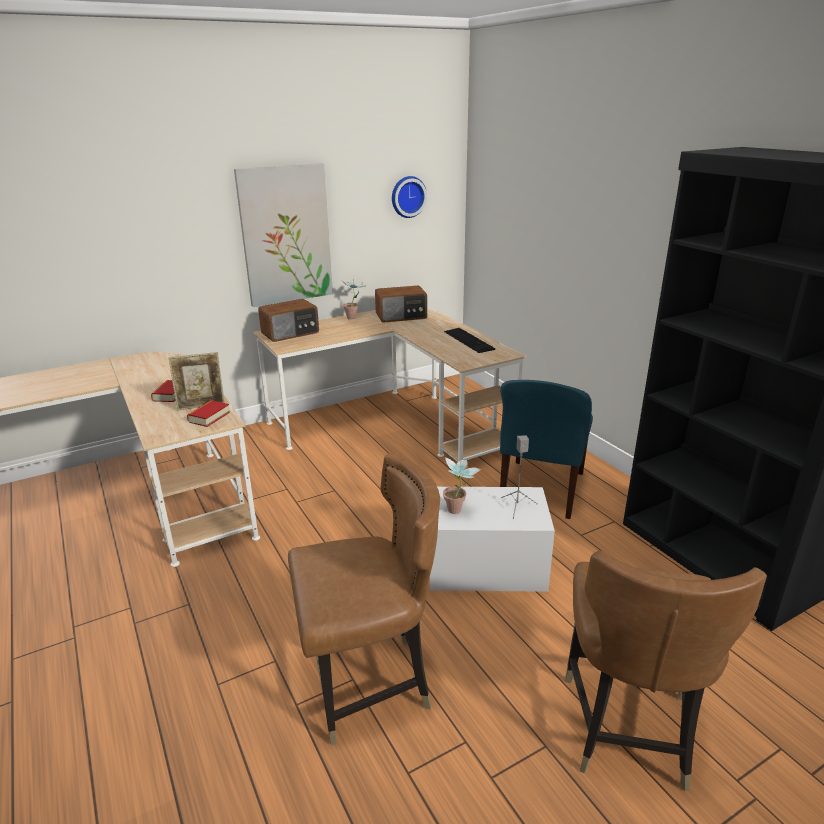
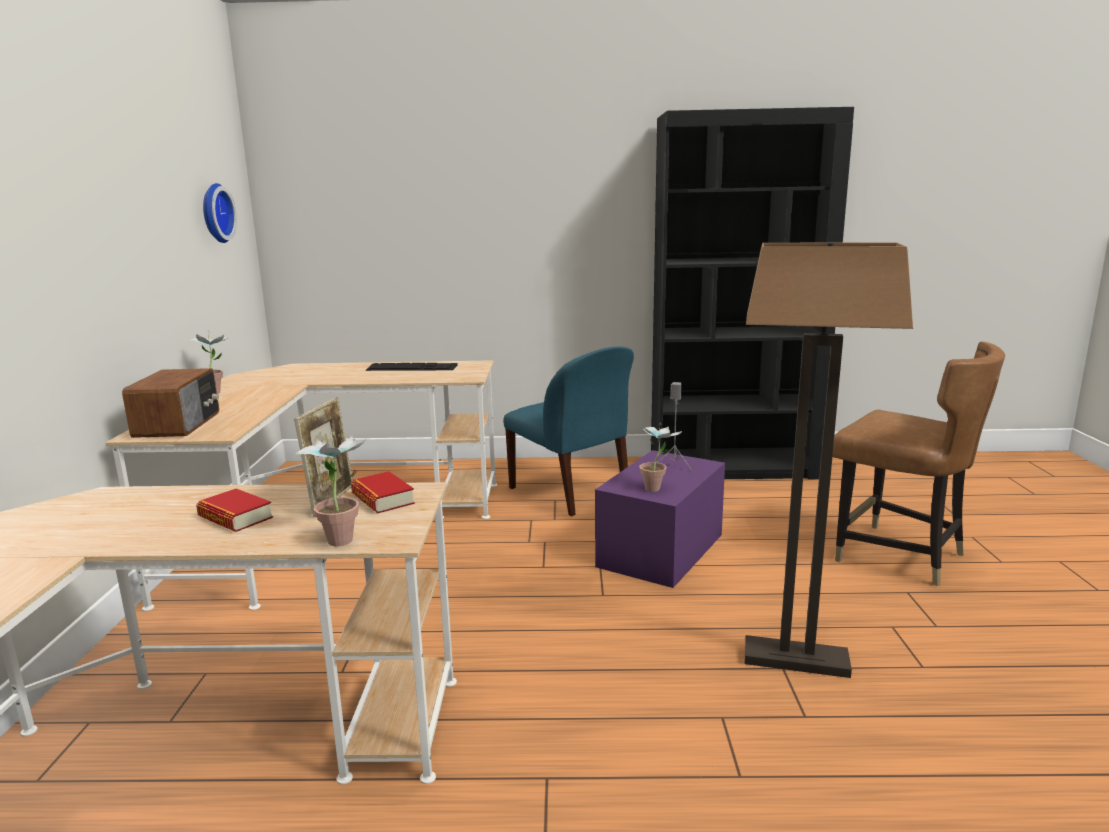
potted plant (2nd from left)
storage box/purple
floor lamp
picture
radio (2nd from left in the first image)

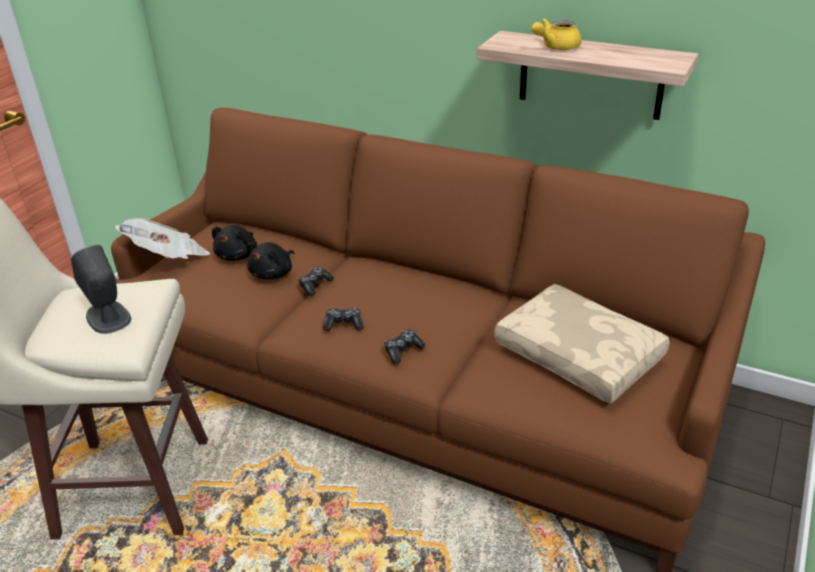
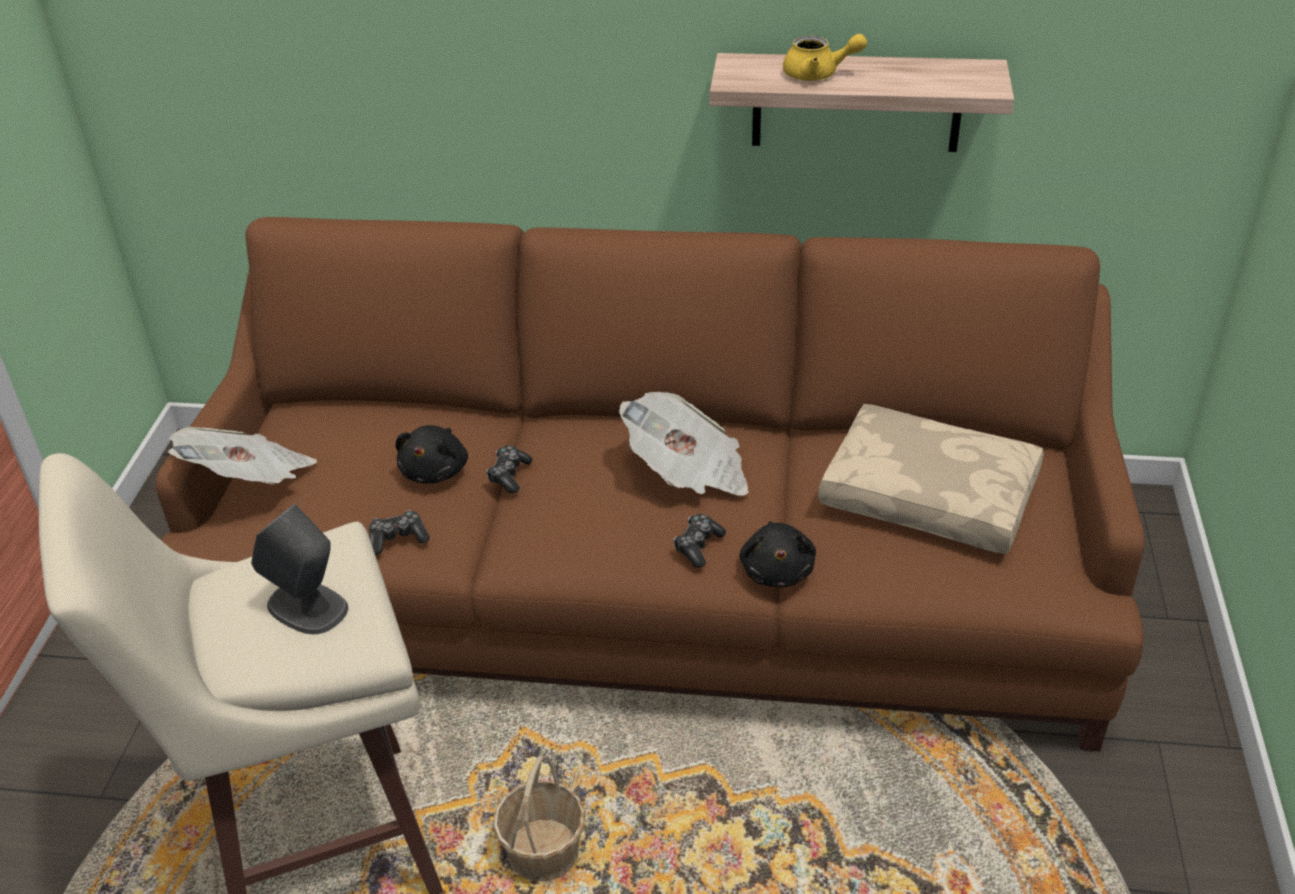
game controller (1st from left)
basket
newspaper (2nd from left)
plush toy/black (2nd from left)
teapot/yellow

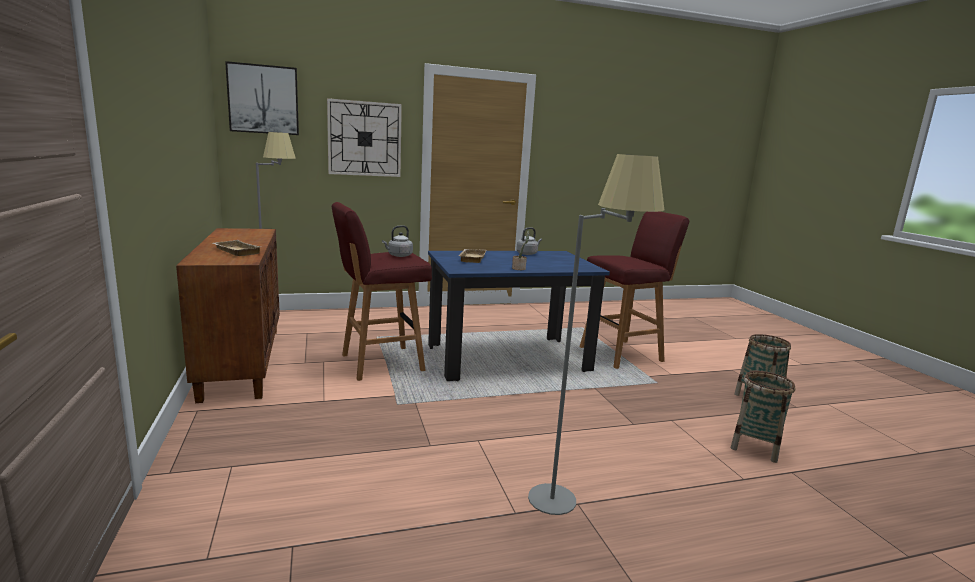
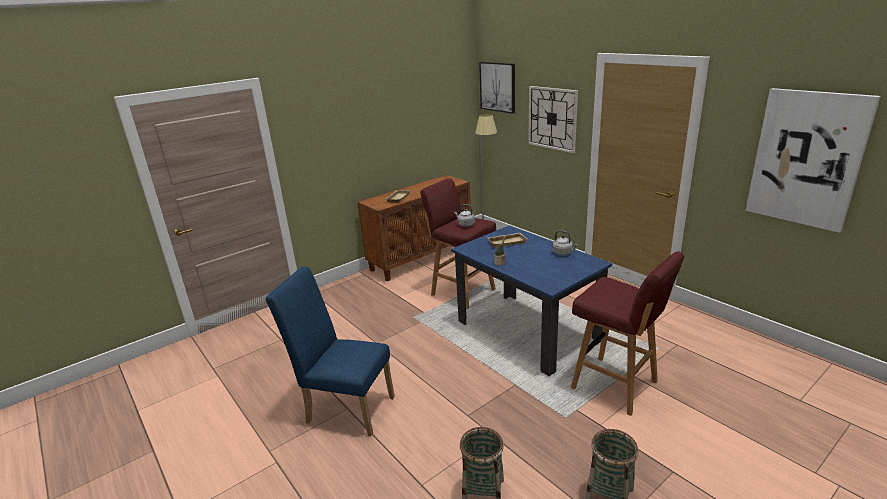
chair/blue
picture (2nd from left)

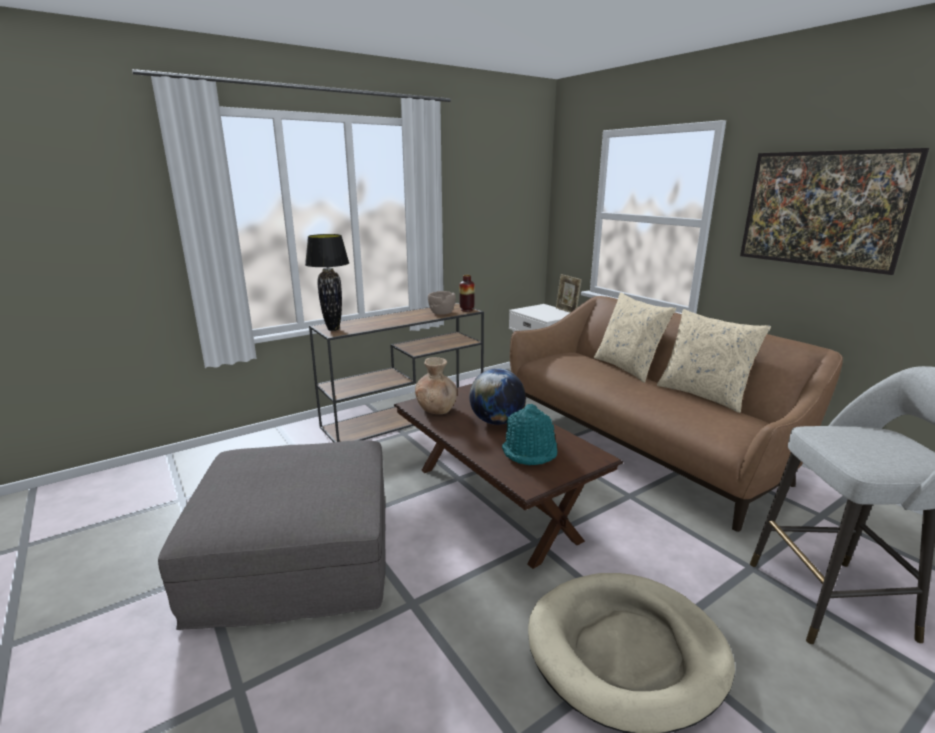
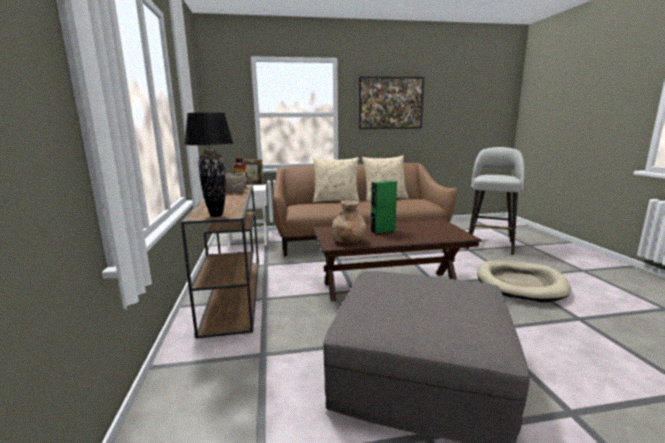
speaker/green
hat/turquoise

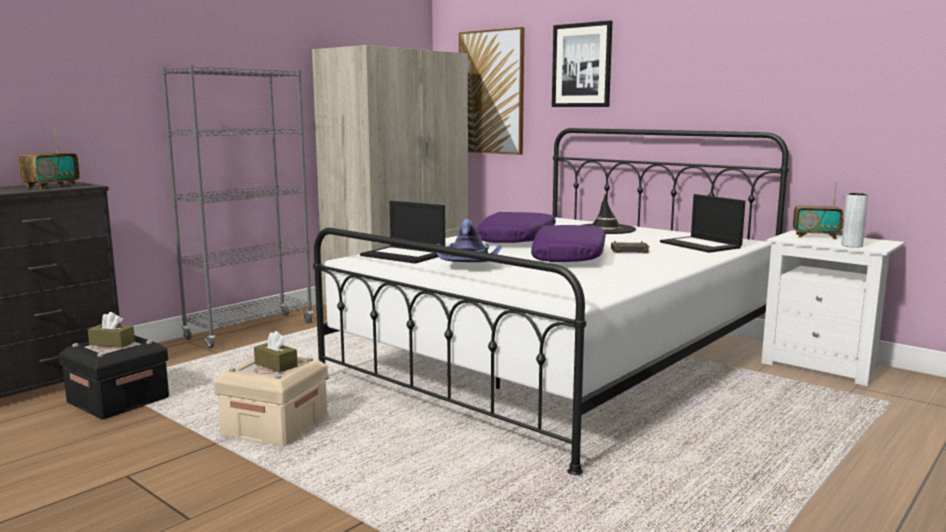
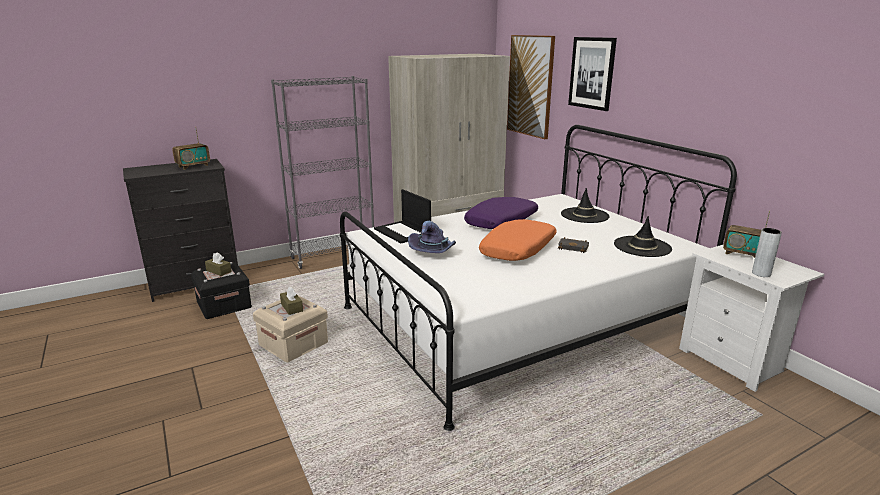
pillow/orange
hat/black (2nd from left)

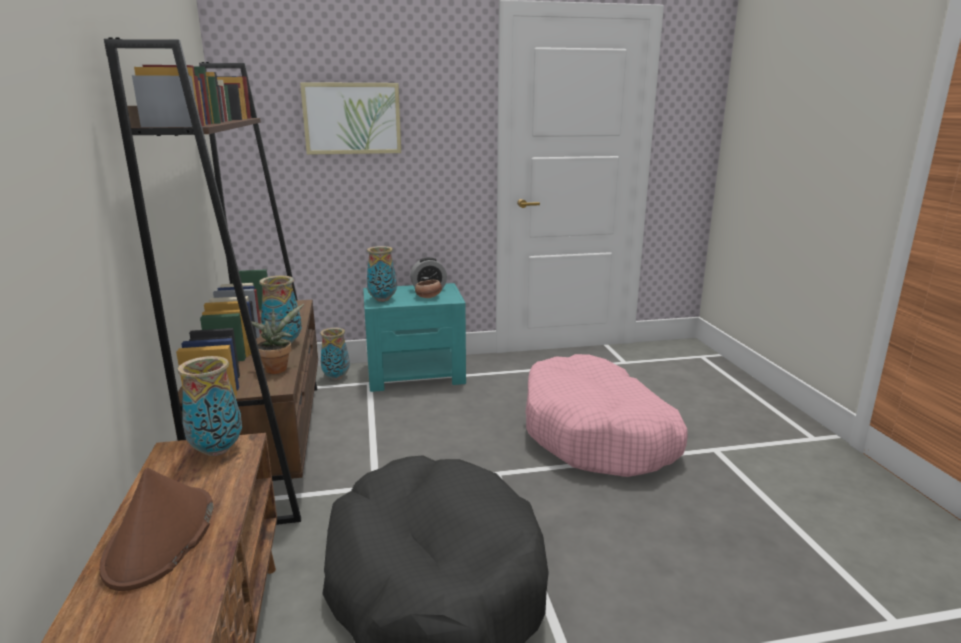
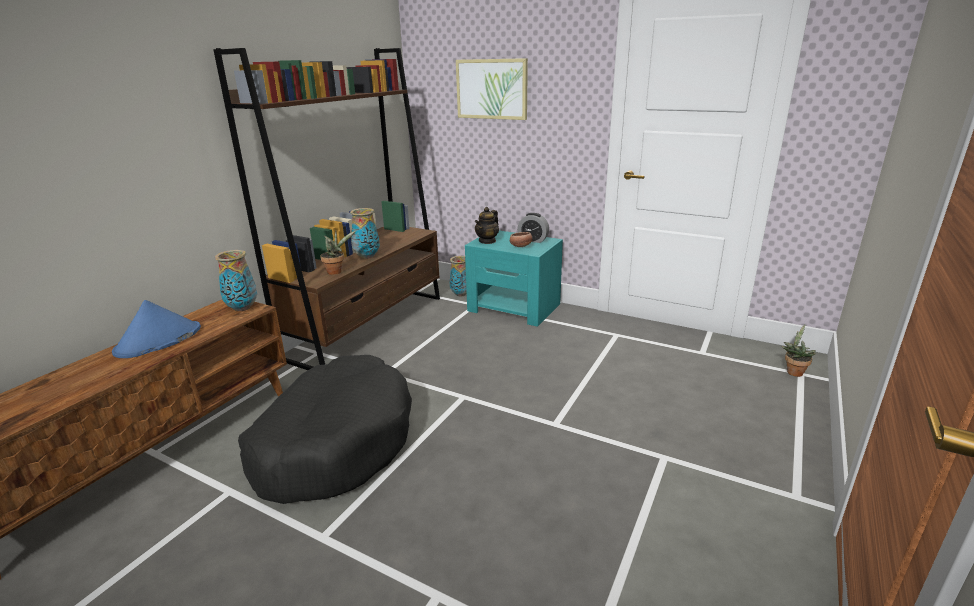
hat/blue
teapot
potted plant (2nd from left)
dog bed/pink

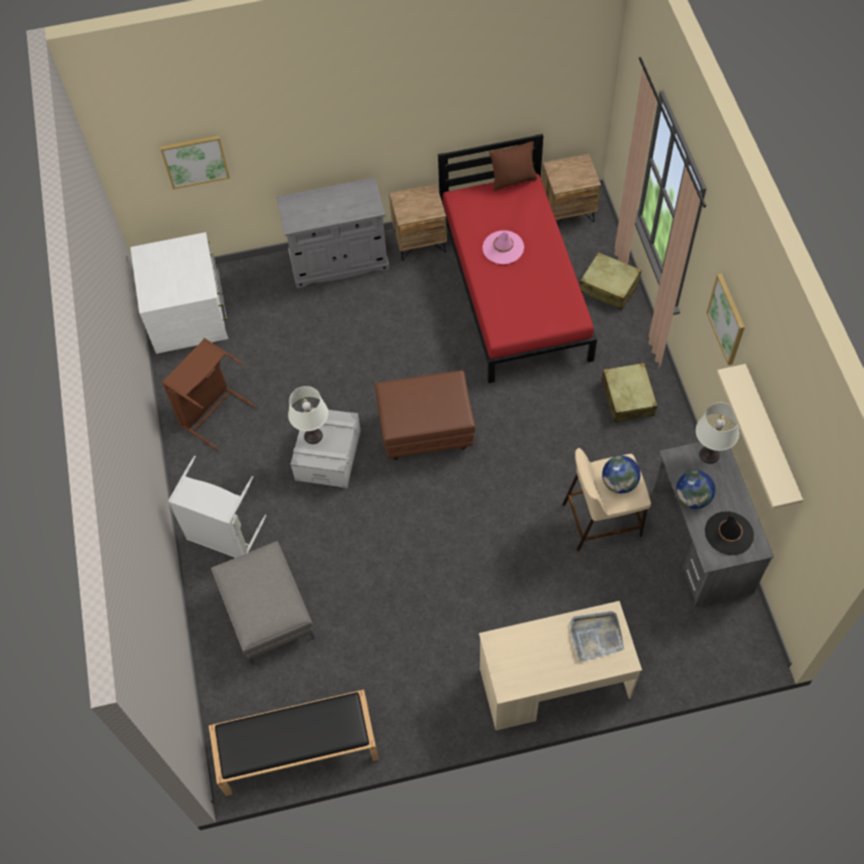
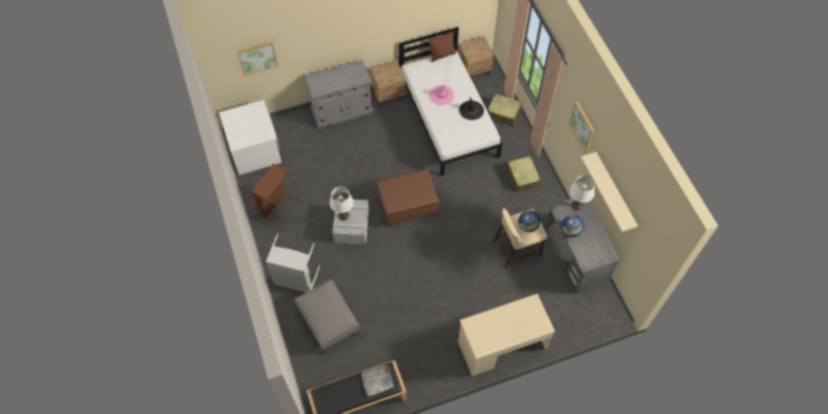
tray/grey
bed/white
hat/black

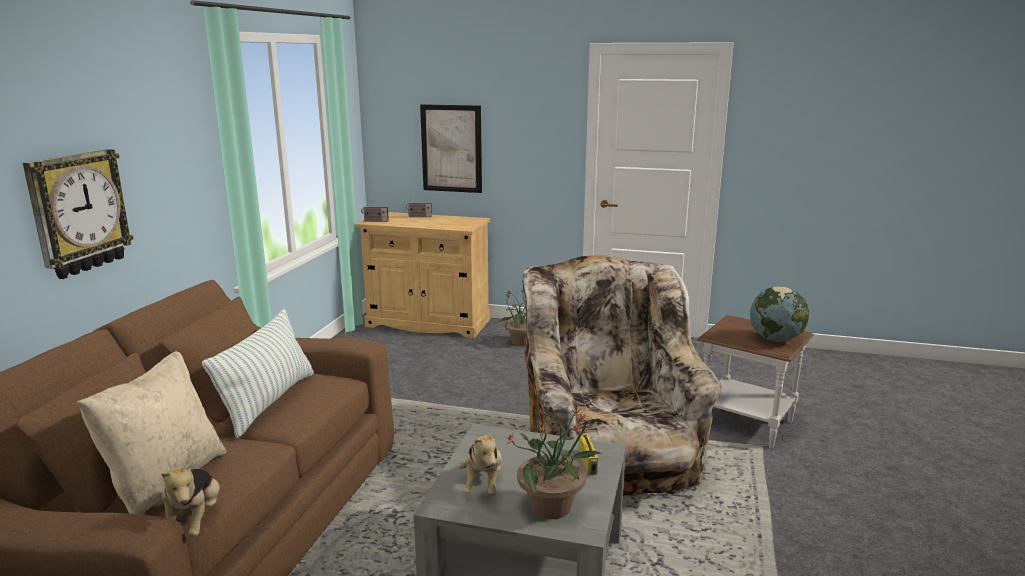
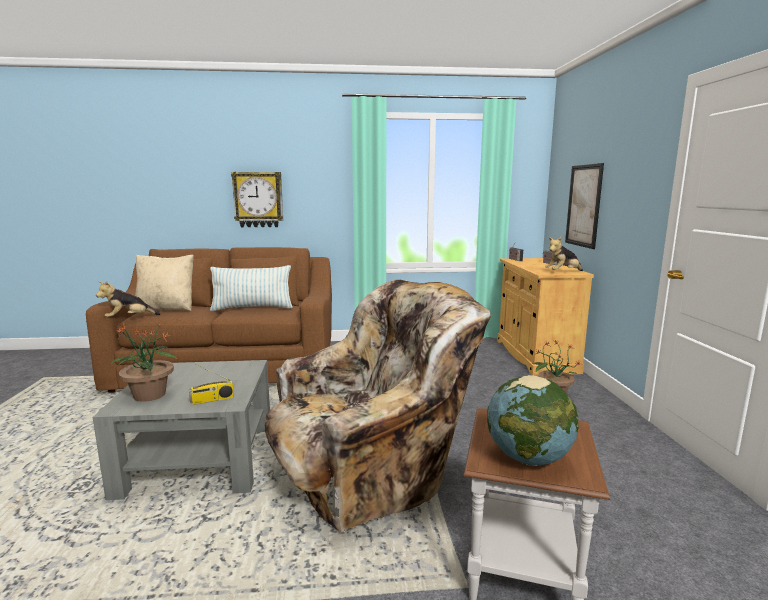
plush toy (2nd from left)

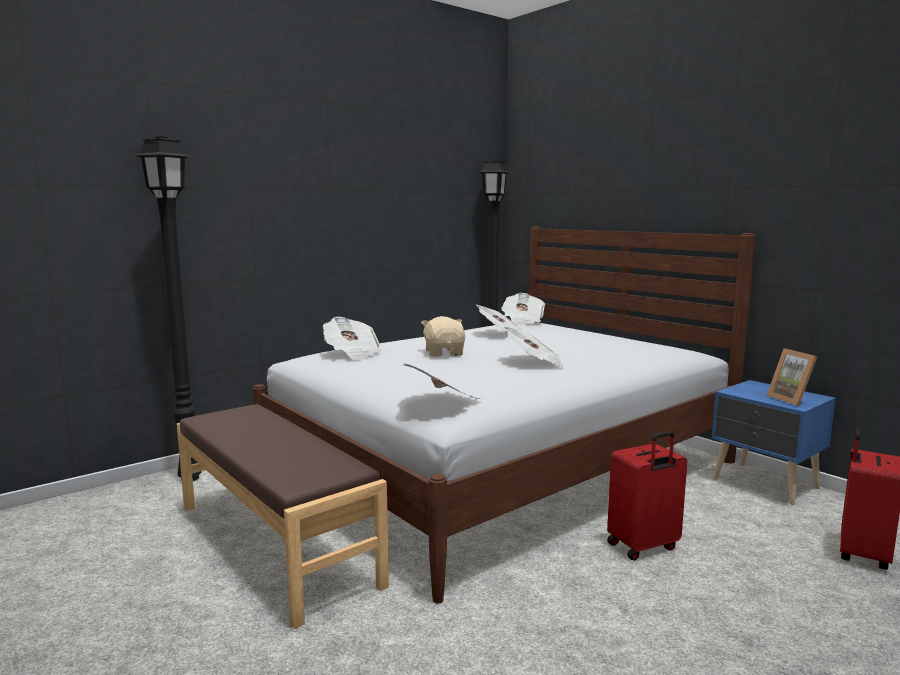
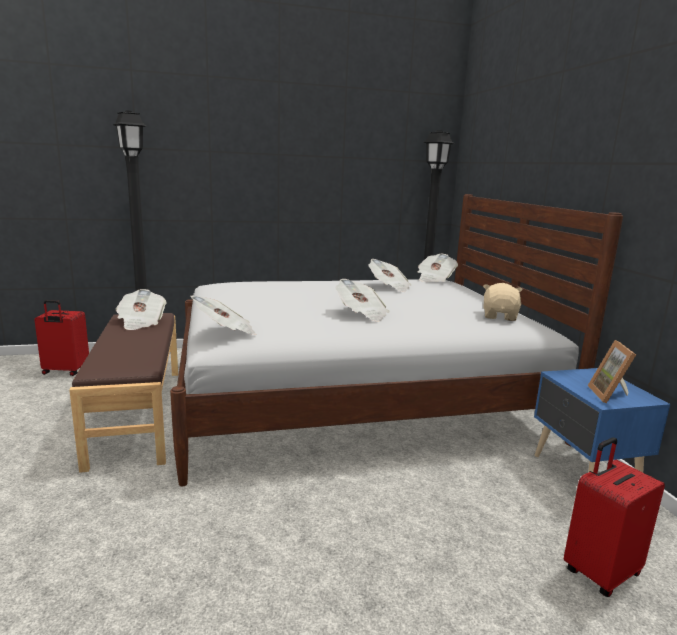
suitcase/red (1st from left)
newspaper (1st from left)
plush toy/beige

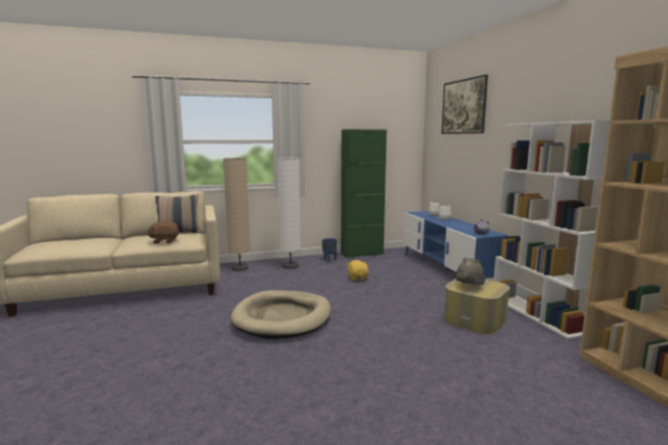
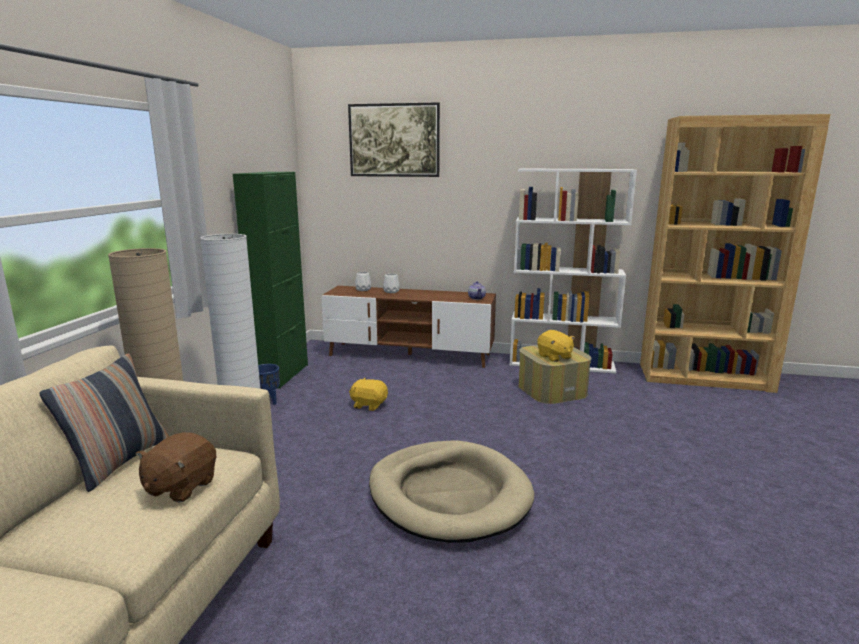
tv stand/brown
plush toy/yellow (2nd from left)

